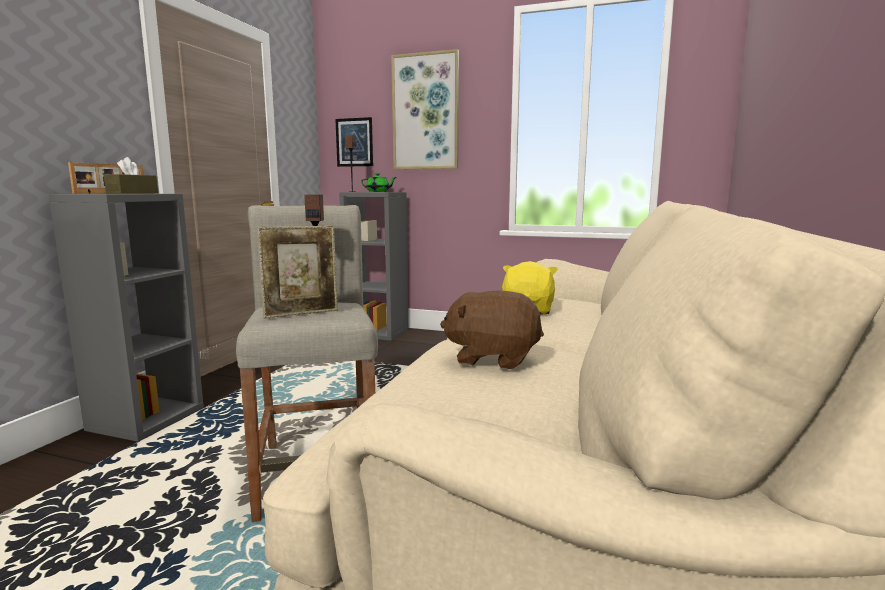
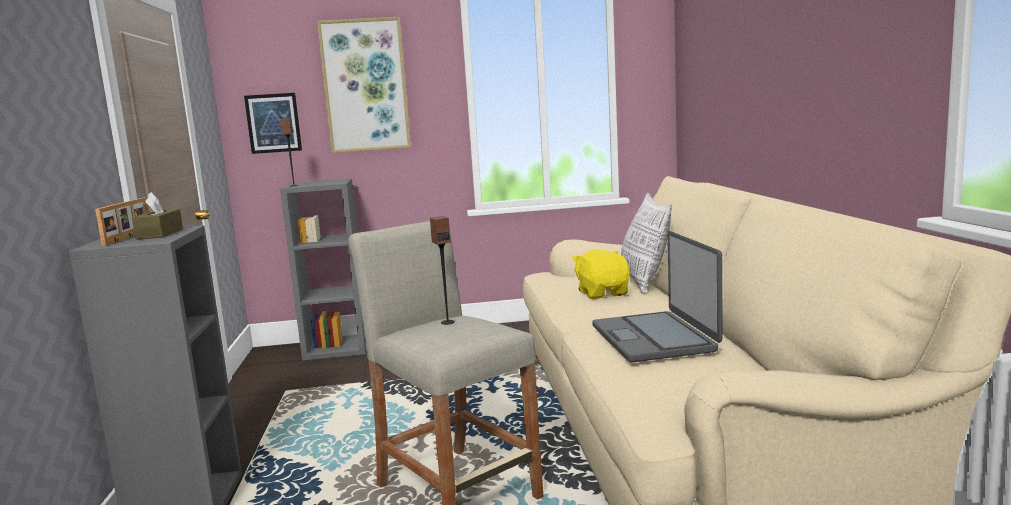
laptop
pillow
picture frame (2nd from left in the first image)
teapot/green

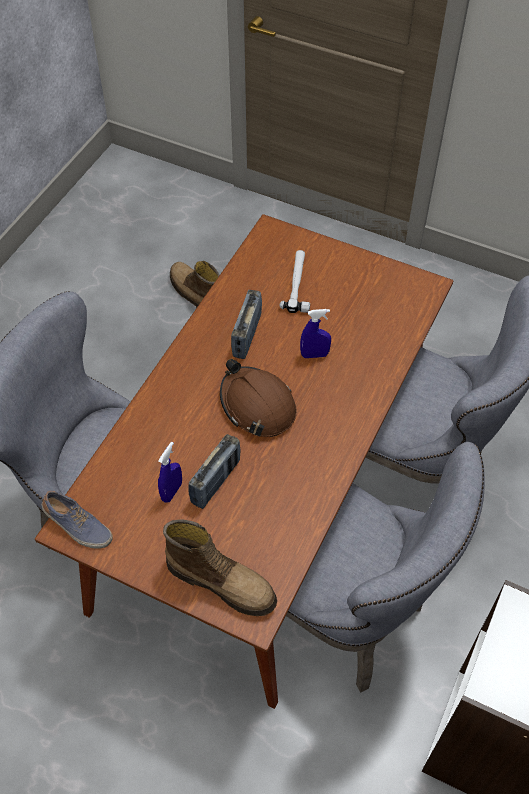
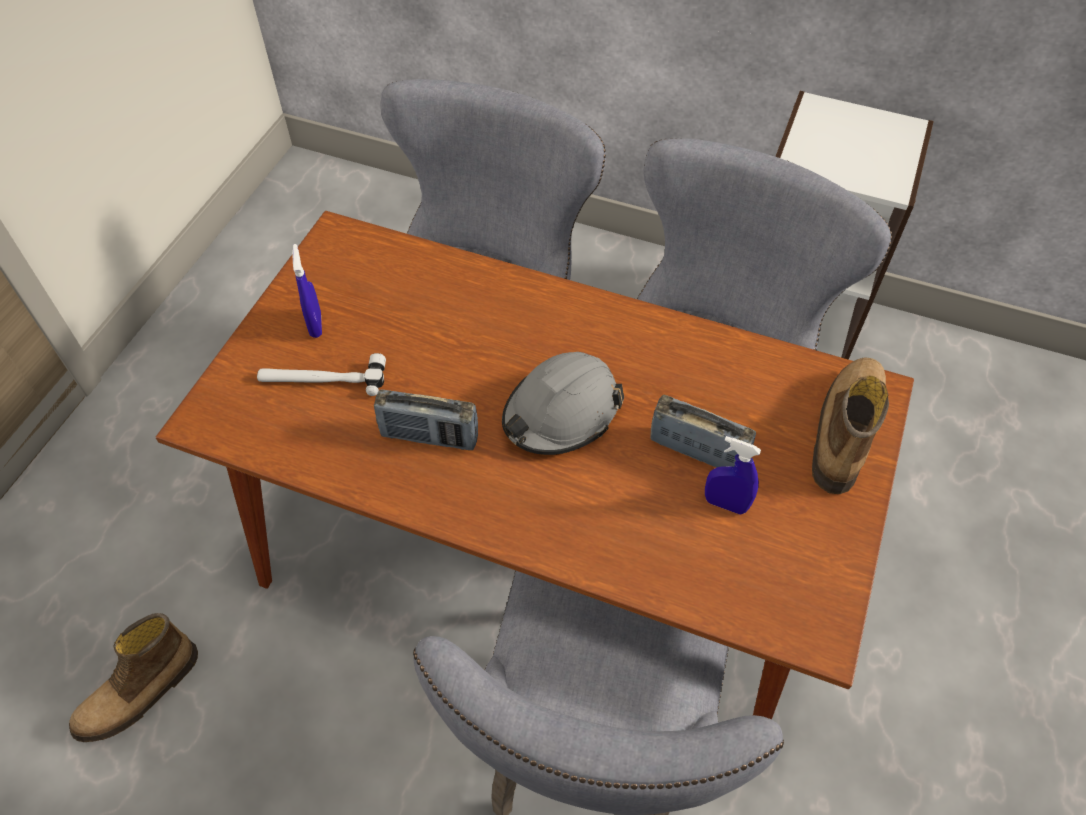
spray bottle/blue (1st from left)
hard hat/grey
shoe

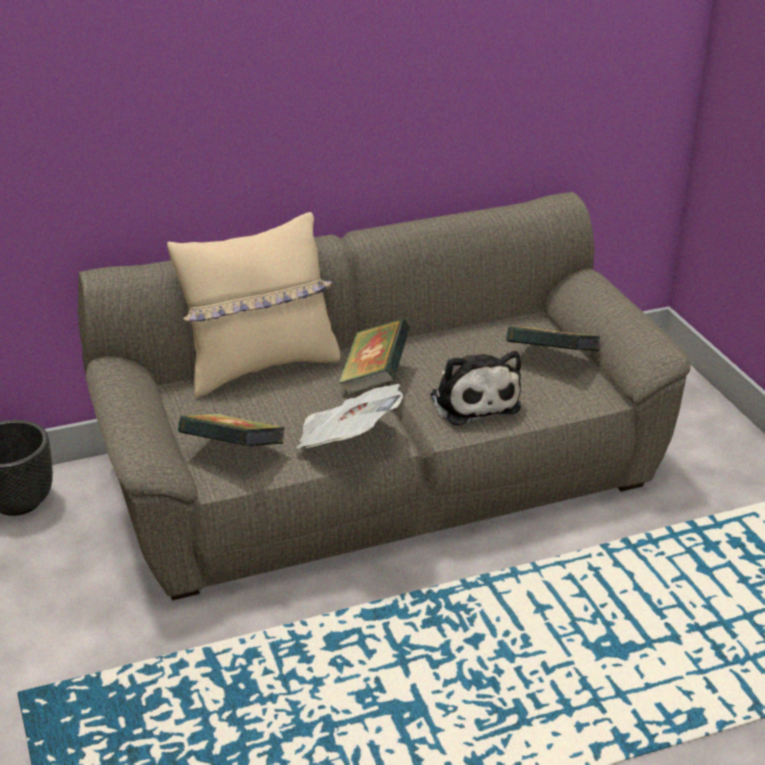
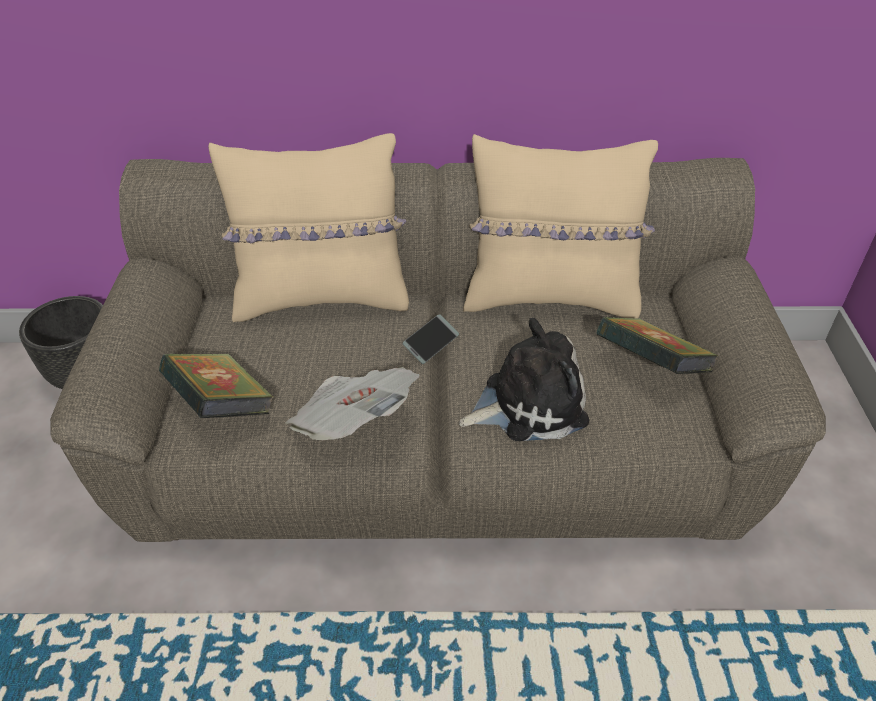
phone
plush toy
pillow/beige (2nd from left)

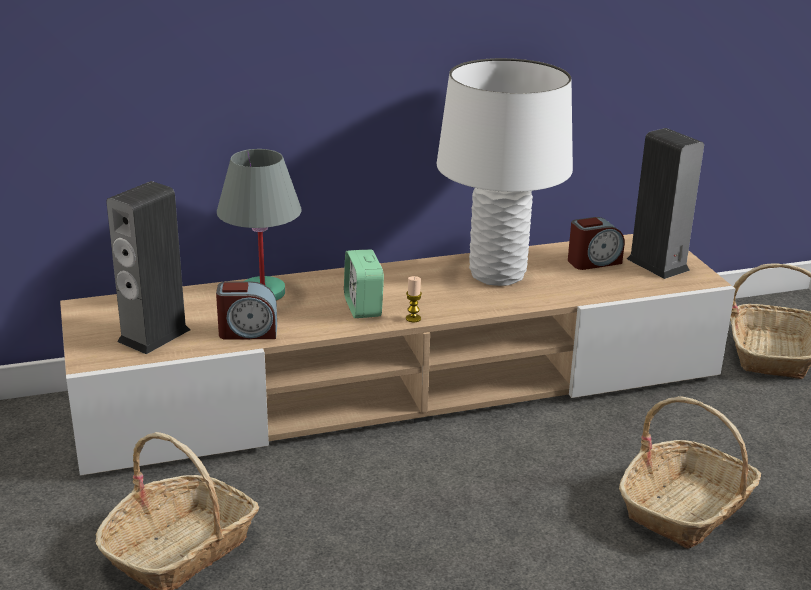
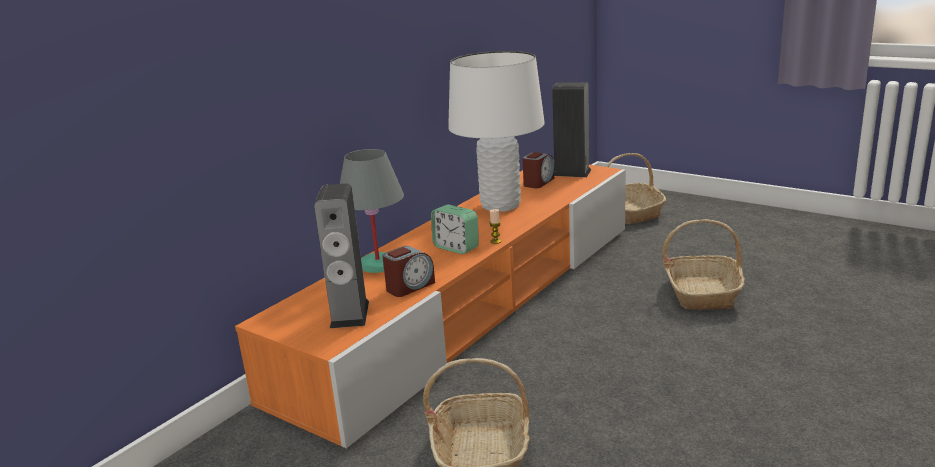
tv stand/orange

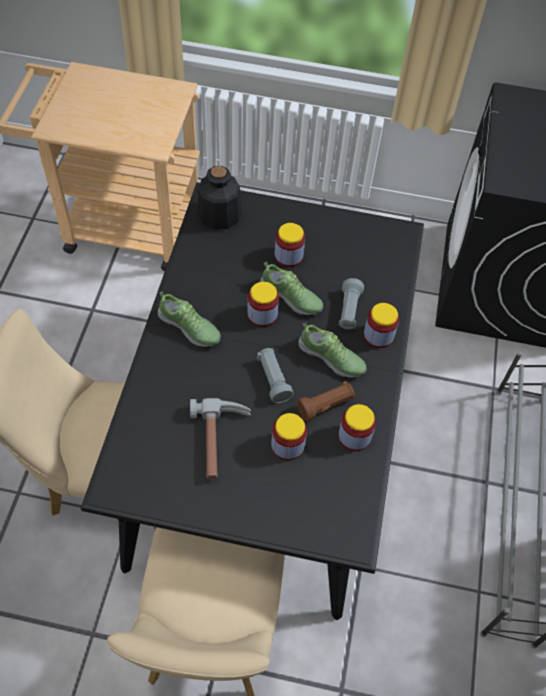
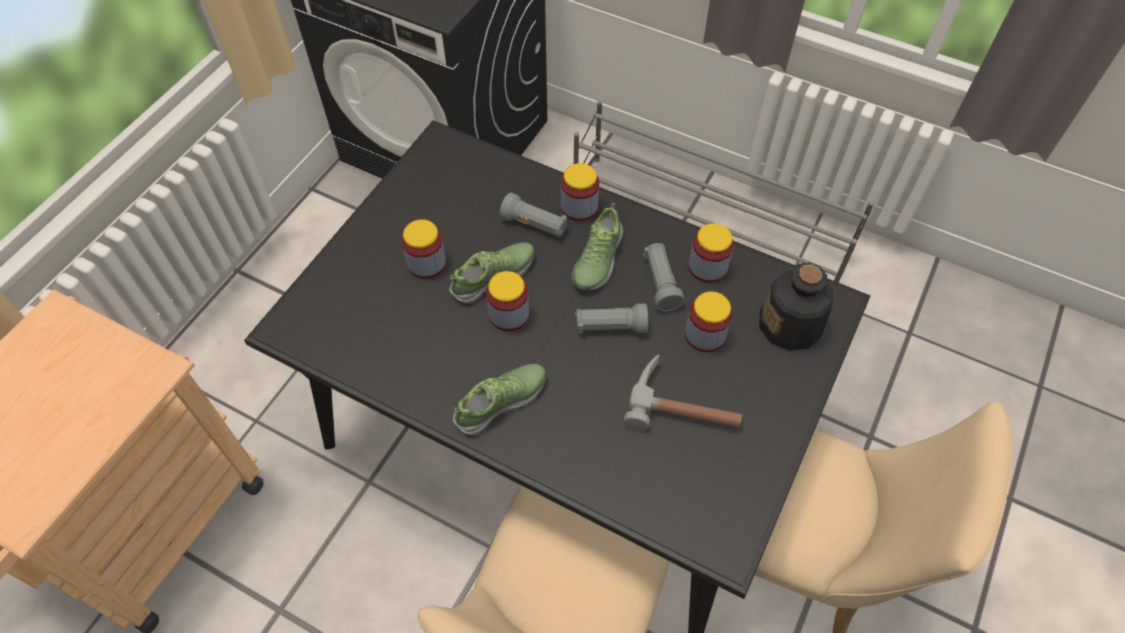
shoe (3rd from left)
flashlight/grey (3rd from left)
bottle

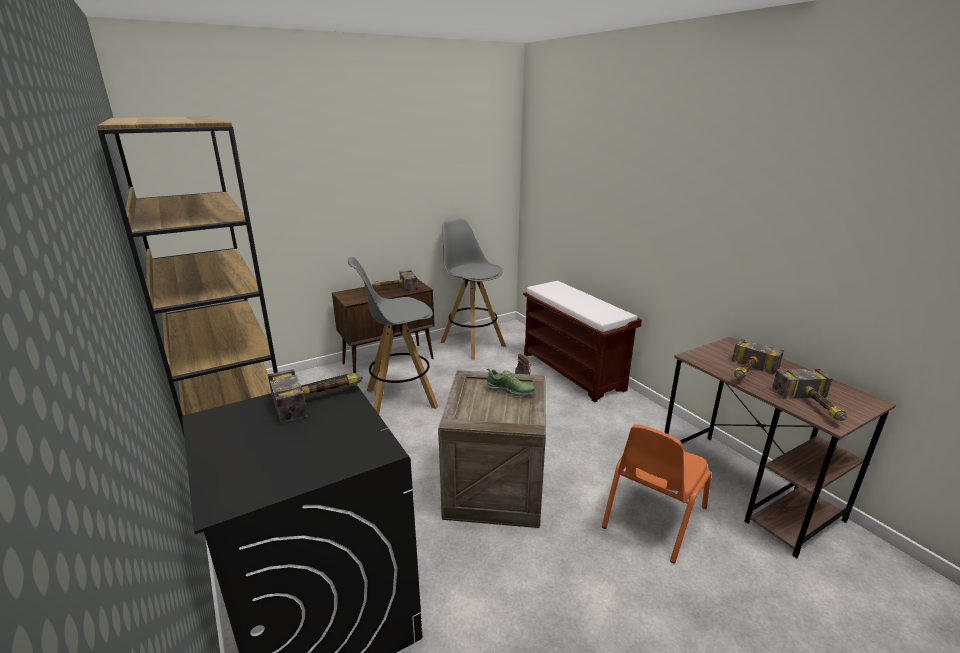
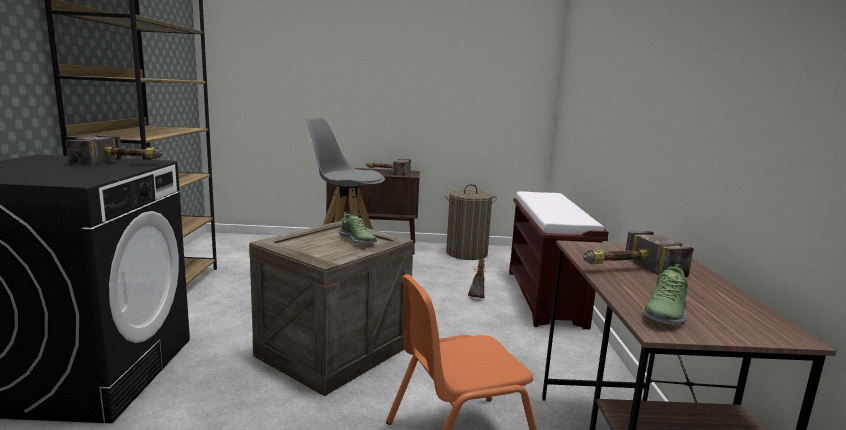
laundry basket
shoe (2nd from left)

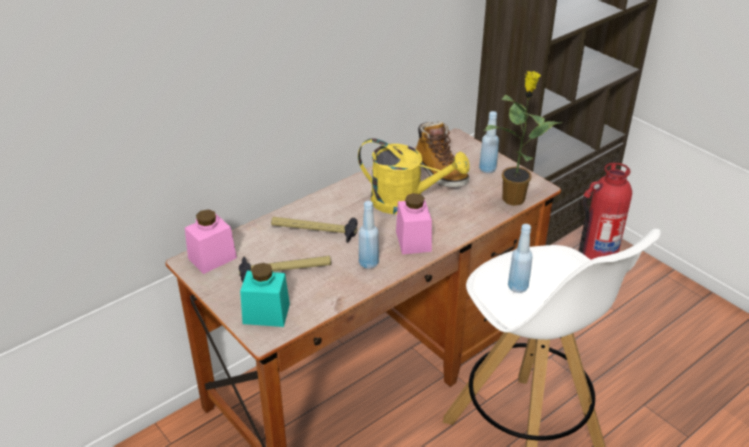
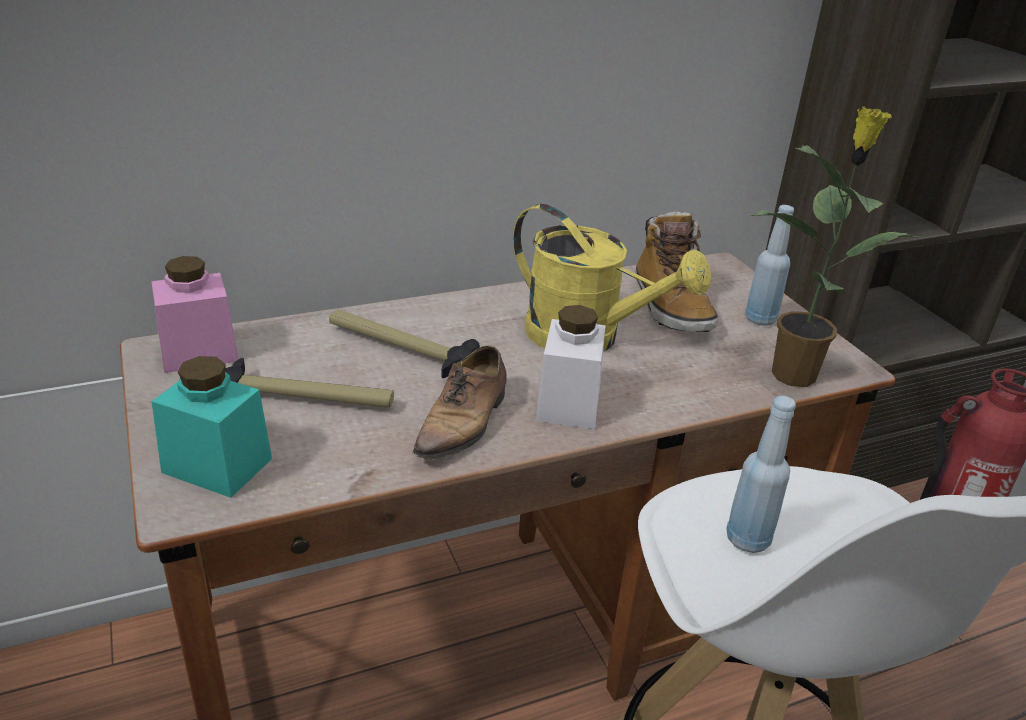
shoe
jar/white

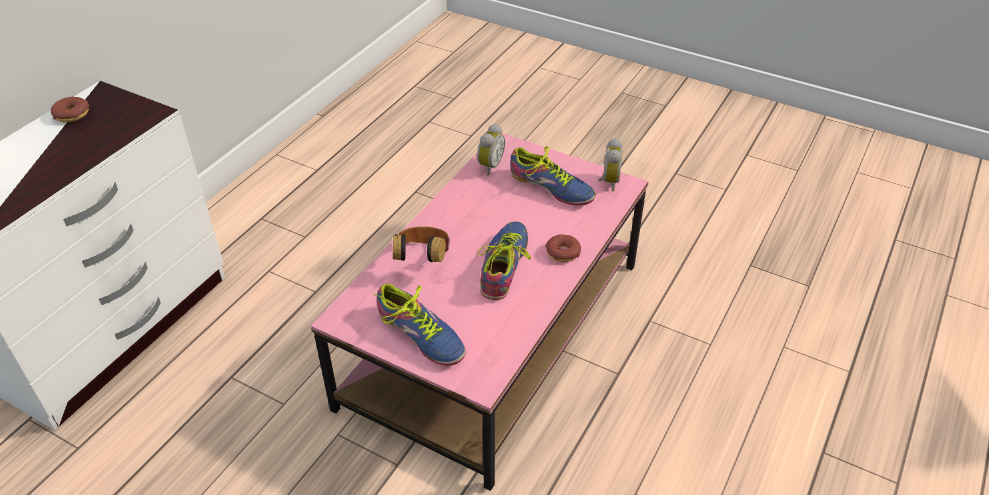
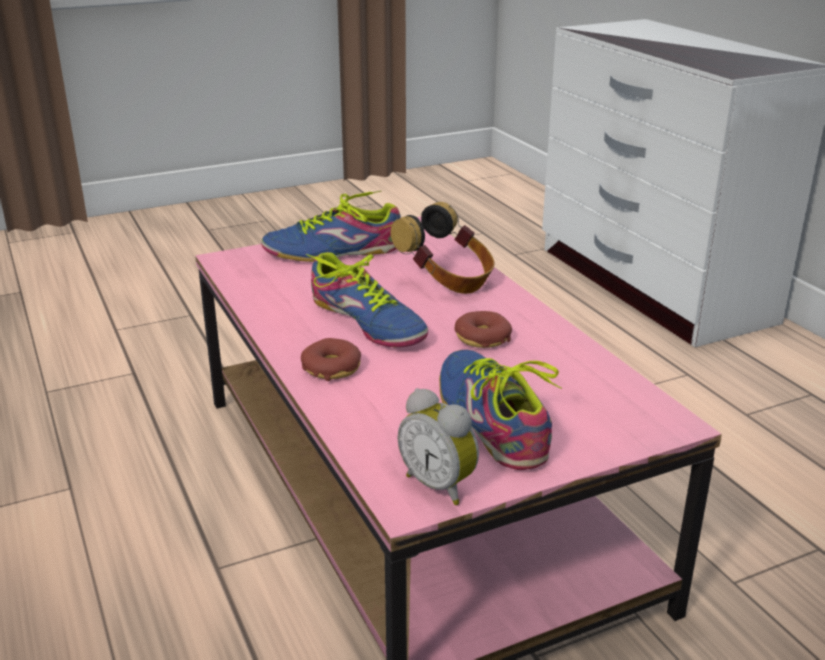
shoe (3rd from left)
donut (2nd from left)
alarm clock (1st from left in the first image)

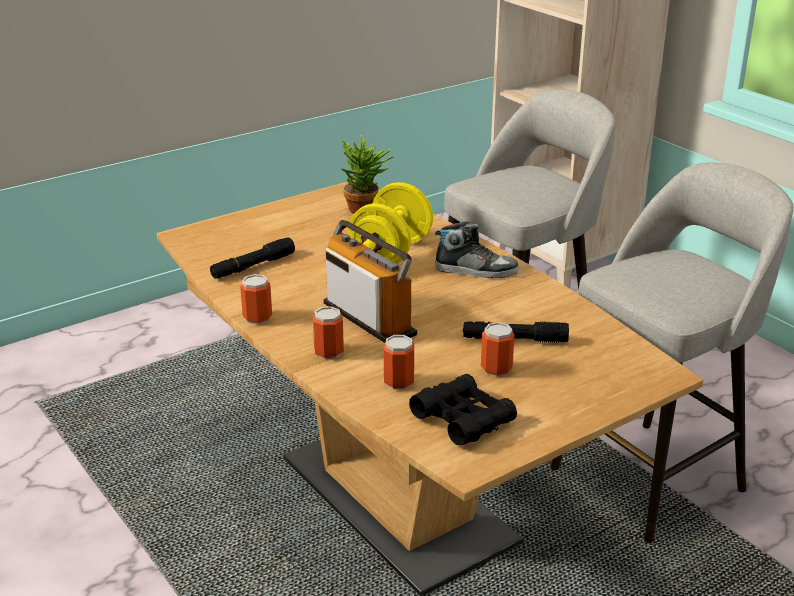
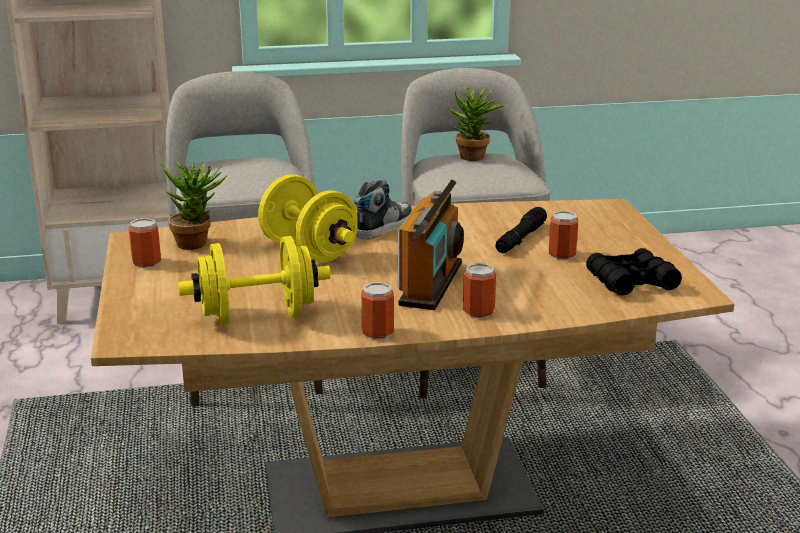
can (1st from left)
dumbbell/yellow (1st from left)
radio
potted plant (2nd from left)

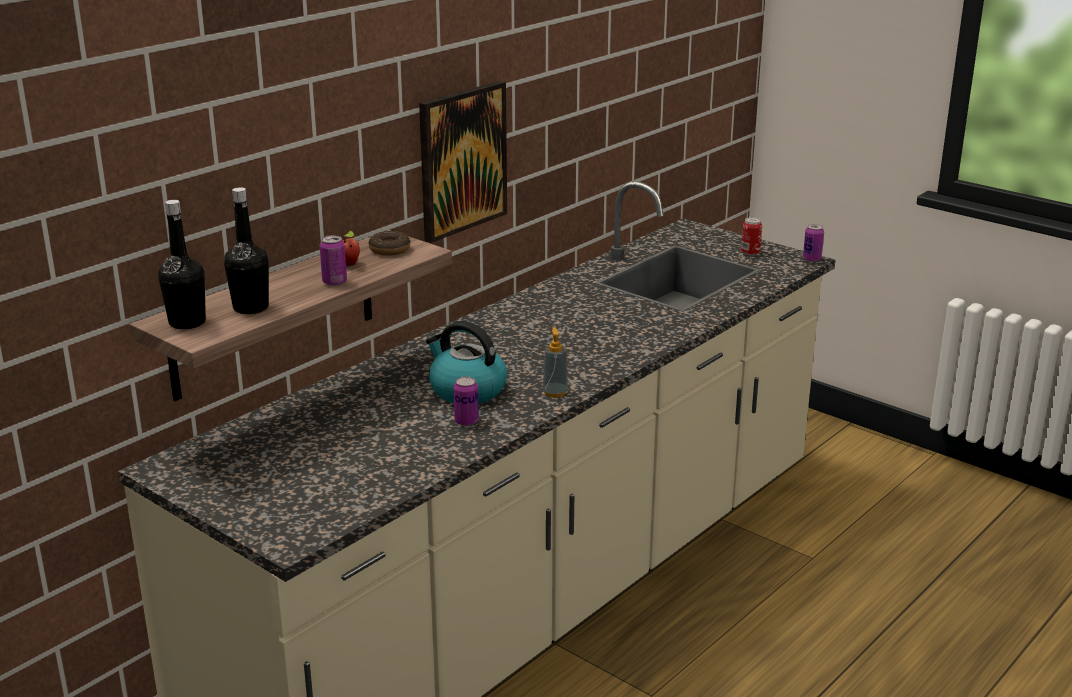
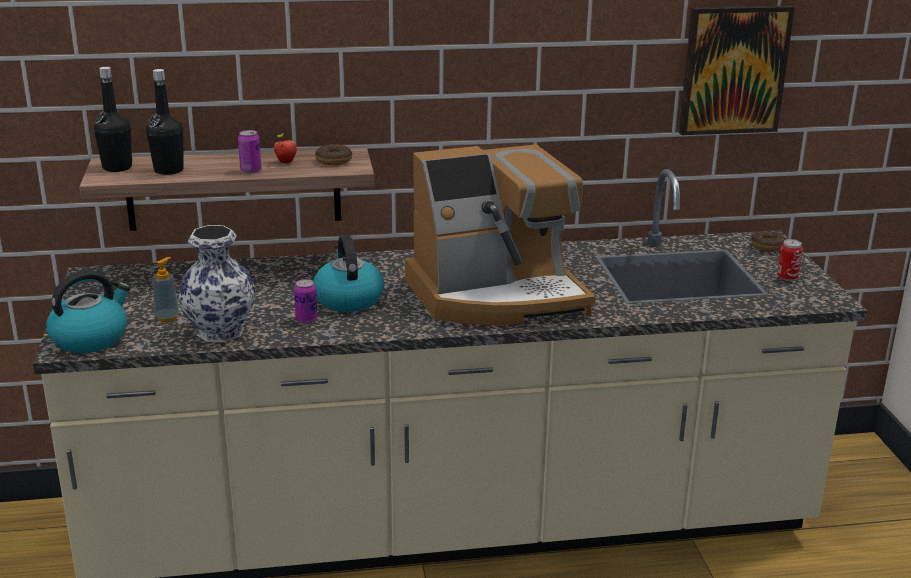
kettle (1st from left)
soap dispenser
vase
coffee machine
picture
donut (2nd from left)
can (4th from left in the first image)

